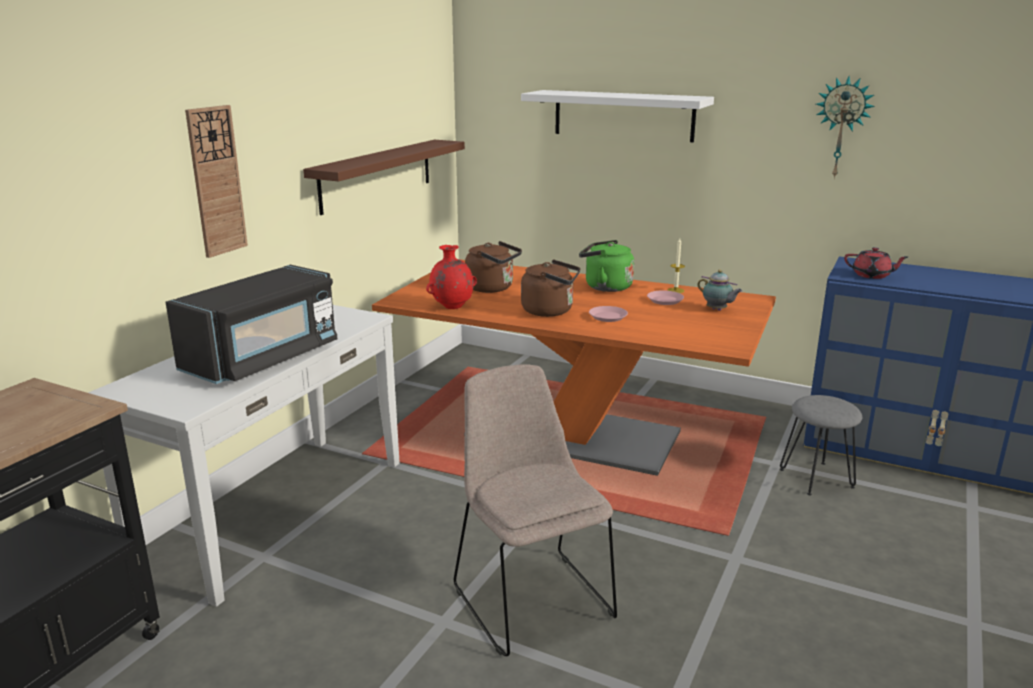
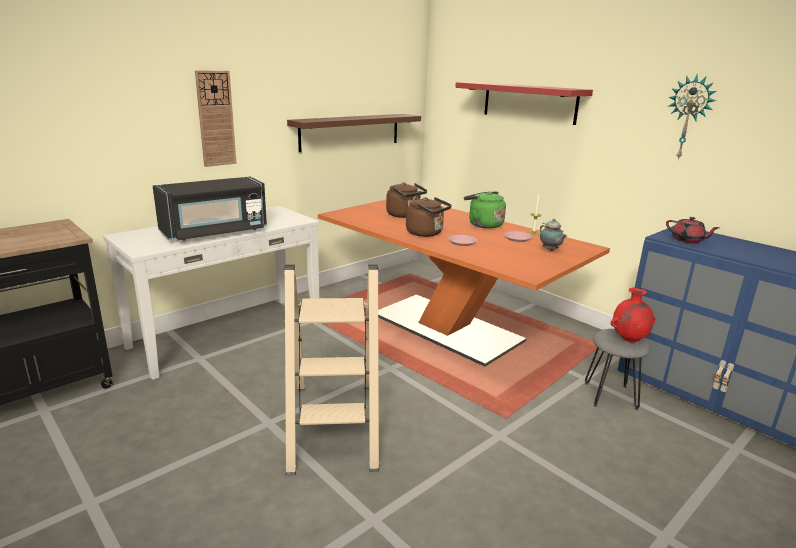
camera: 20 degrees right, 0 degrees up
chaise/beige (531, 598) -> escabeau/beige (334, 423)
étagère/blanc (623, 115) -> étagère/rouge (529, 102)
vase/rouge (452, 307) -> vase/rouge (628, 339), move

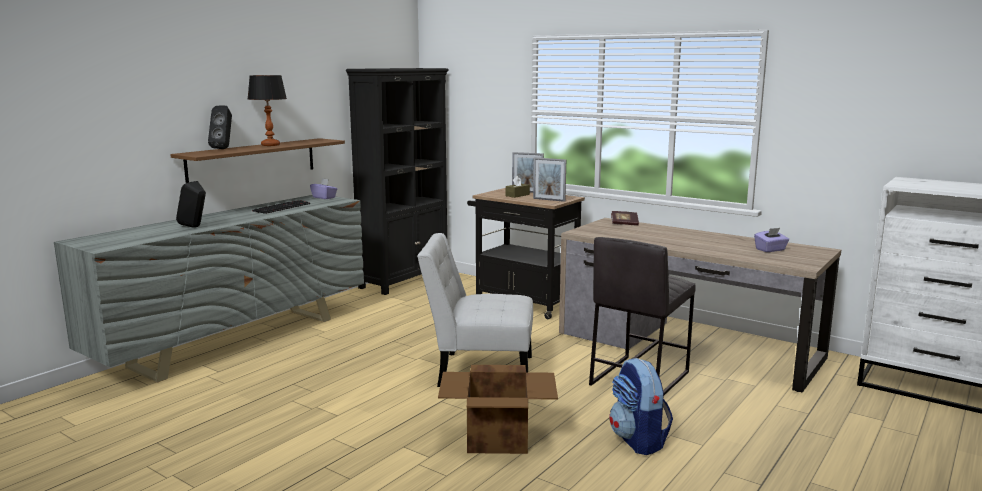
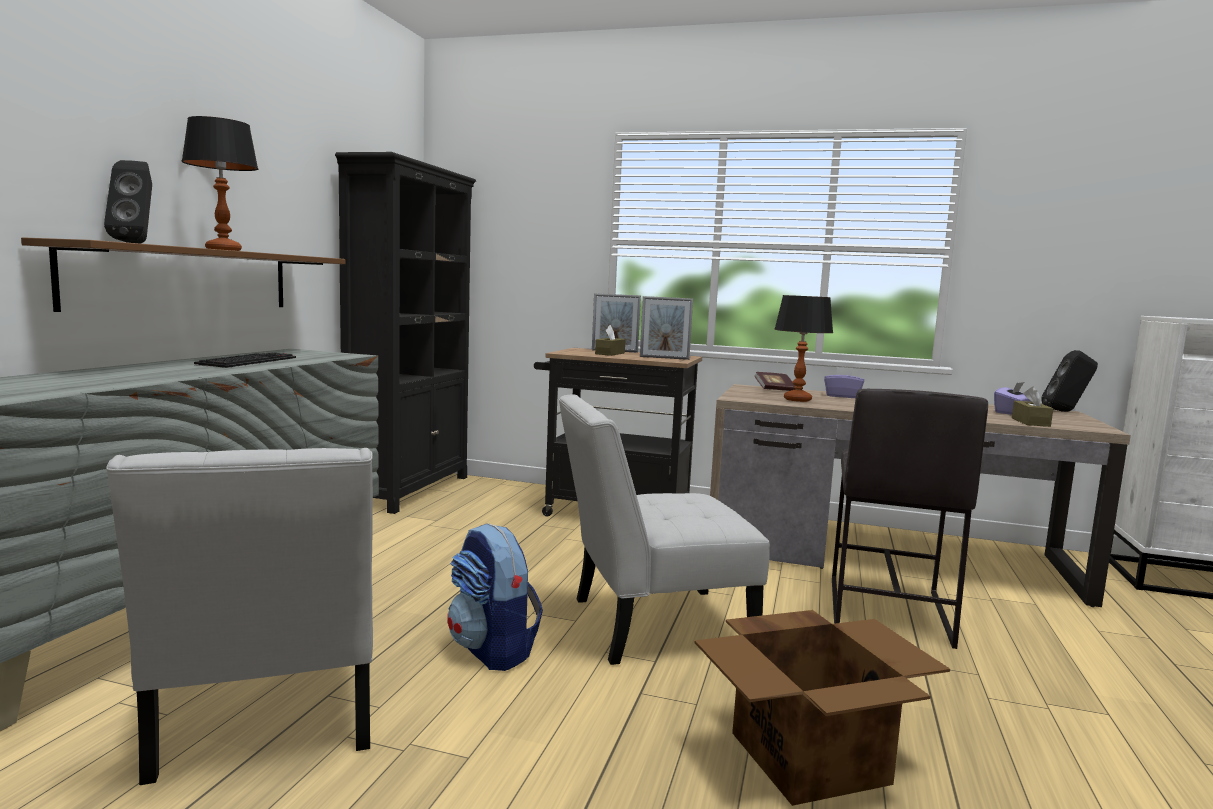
camera: 20 degrees left, 5 degrees down
none -> chaise/blanc (266, 719)
sac à dos (638, 440) -> sac à dos (493, 650), move
none -> lampe de table (797, 399)
boîte à mouchoirs/violet (324, 197) -> boîte à mouchoirs/violet (842, 396), move
none -> boîte à mouchoirs/marron (1030, 422)
enceinte/noir (195, 227) -> enceinte/noir (1065, 411), move

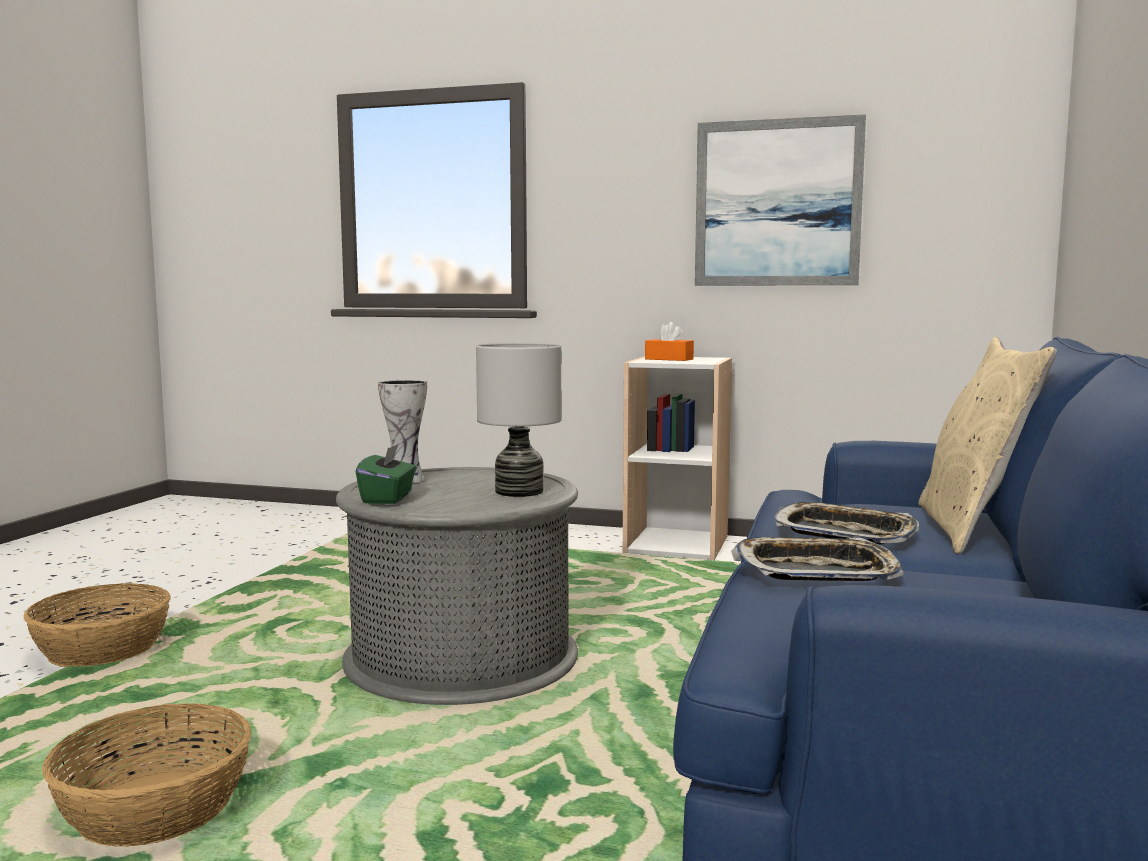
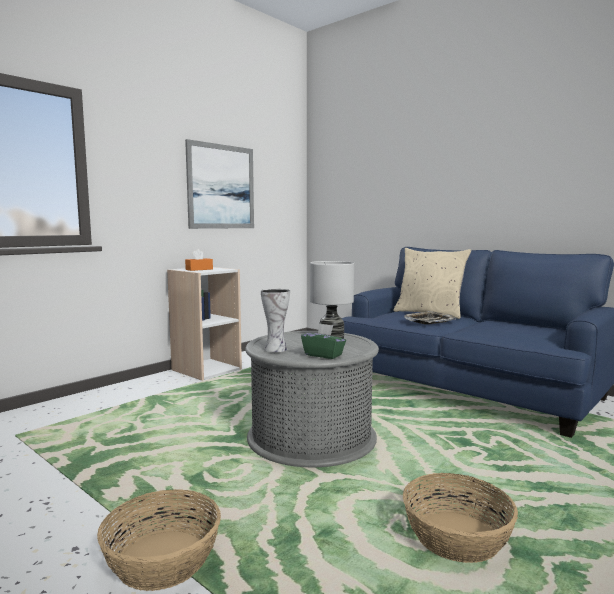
camera: 65 degrees left, 0 degrees up
plateau (816, 571) -> none

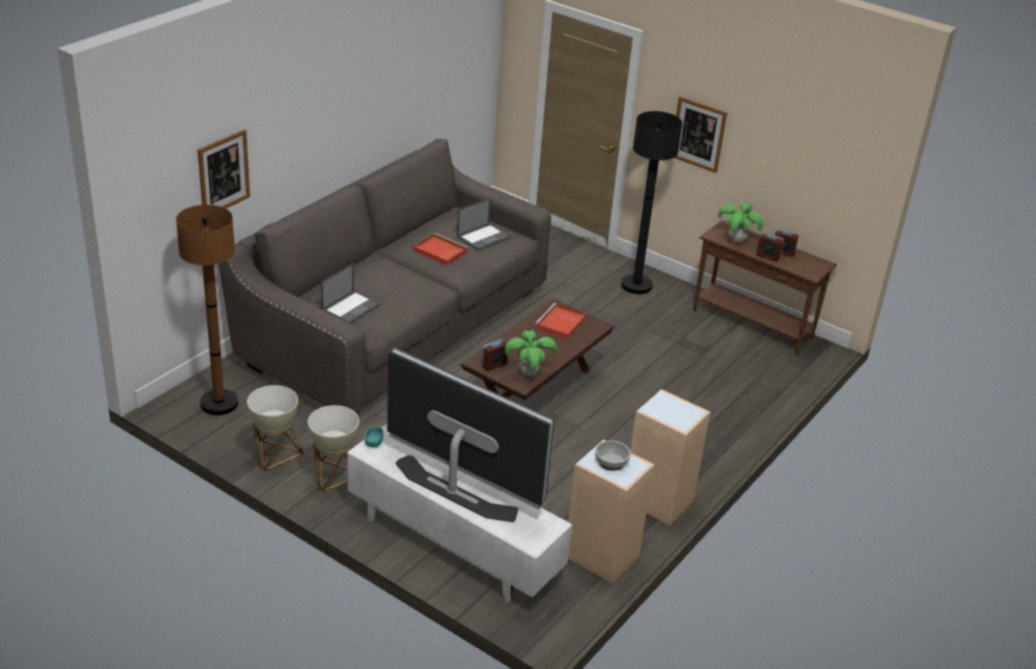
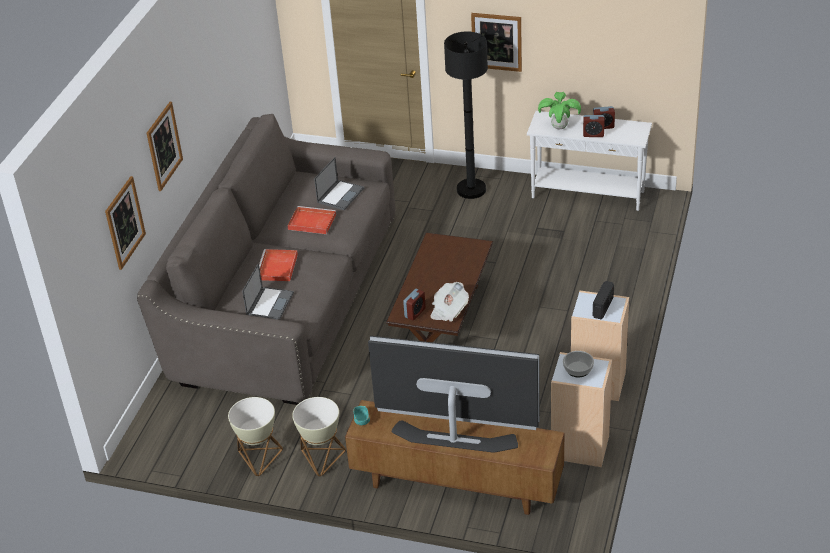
camera: 15 degrees left, 5 degrees up
none -> tableau (164, 146)
plateau/rouge (560, 323) -> plateau/rouge (277, 268), move
meuble télé/blanc (452, 544) -> meuble télé/marron (455, 482)
plante en pot (528, 373) -> journal (448, 310)
table console/marron (753, 325) -> table console/blanc (588, 194)
none -> radio (603, 307)
lampadaire/marron (219, 403) -> none

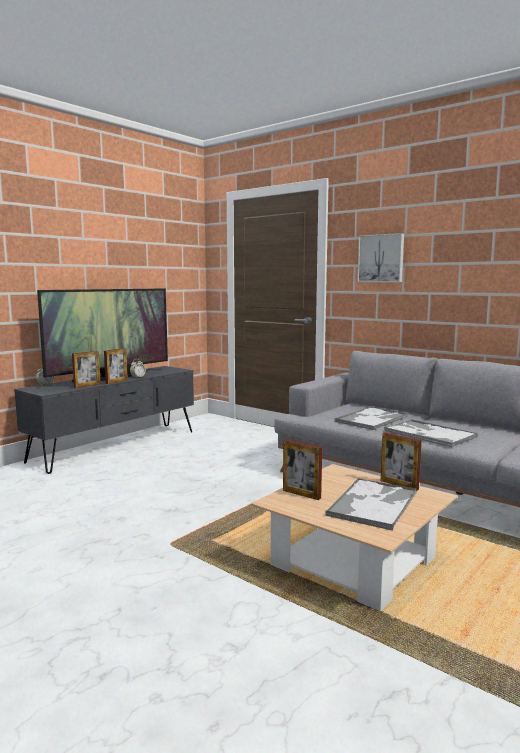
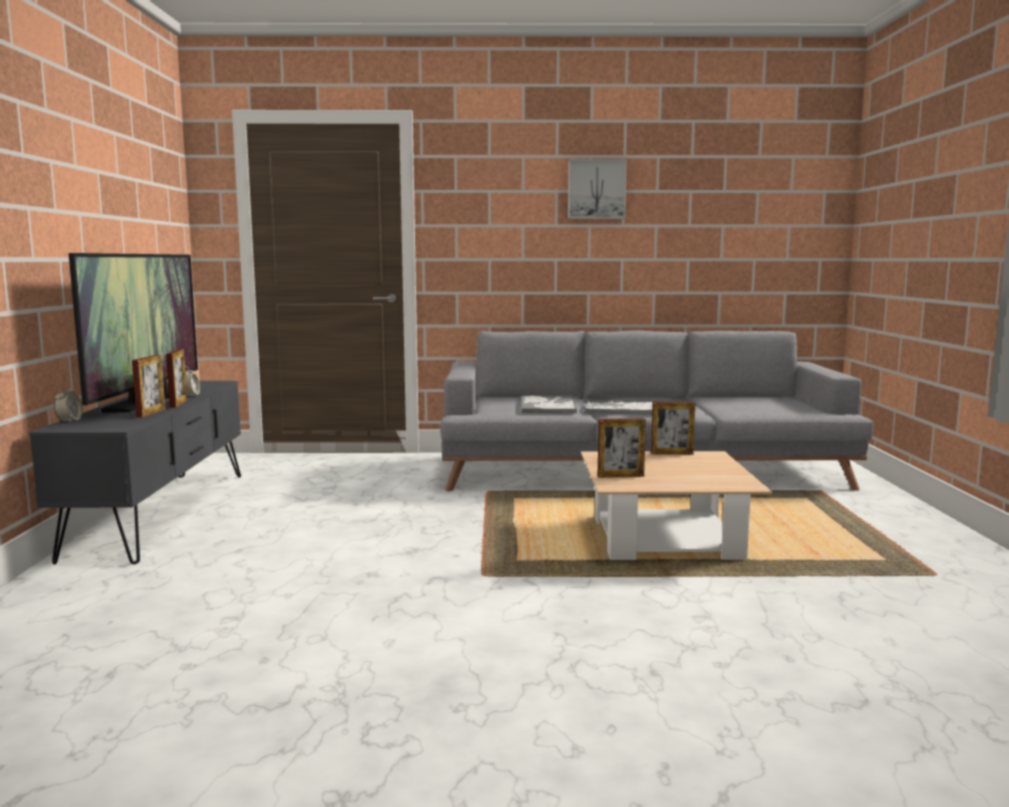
camera: 40 degrees left, 0 degrees up
tableau (381, 258) -> tableau (596, 189), move
plateau (373, 503) -> none

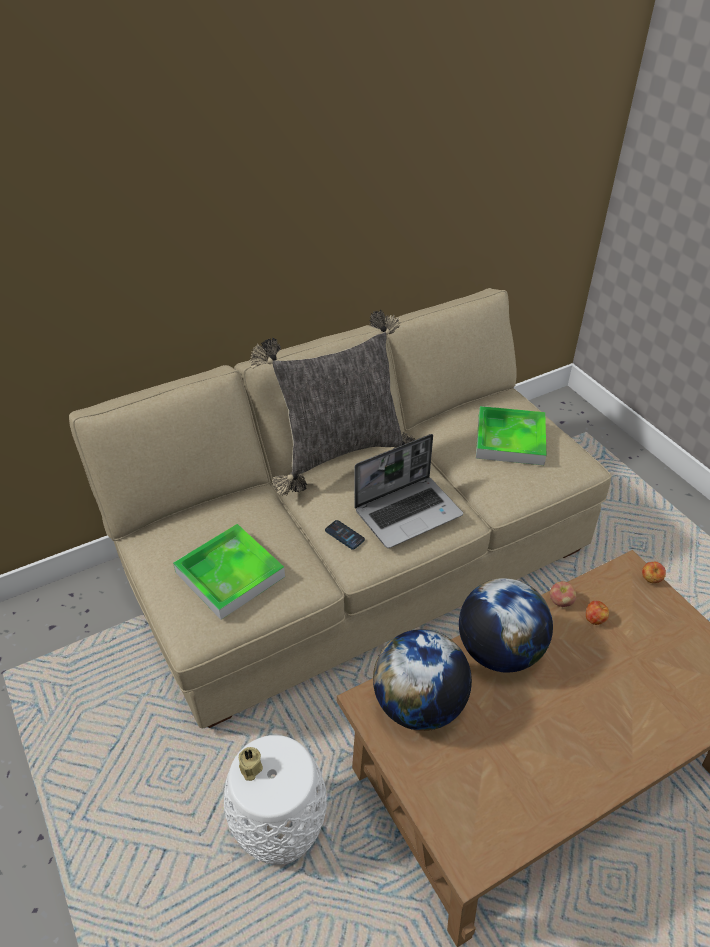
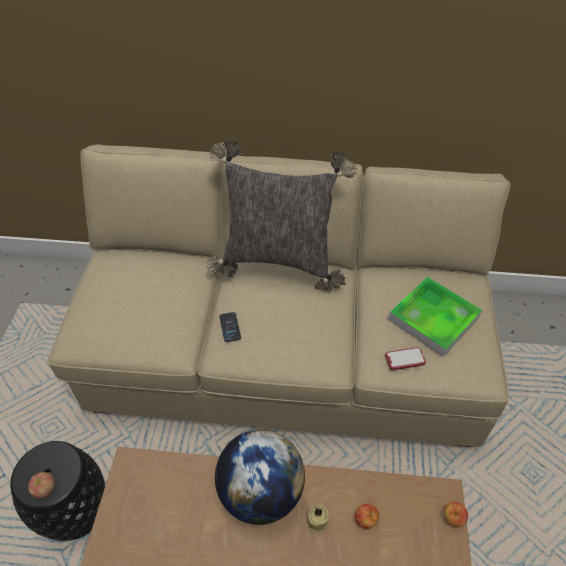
camera: 35 degrees right, 5 degrees up
tabouret/blanc (279, 827) -> tabouret/noir (75, 510)
pomme (561, 601) -> pomme (45, 489), move
bougie/beige (250, 768) -> bougie/beige (316, 521), move
none -> téléphone (405, 359)
plateau (230, 574) -> none
ordinateur portable (408, 512) -> none
globe (419, 705) -> none

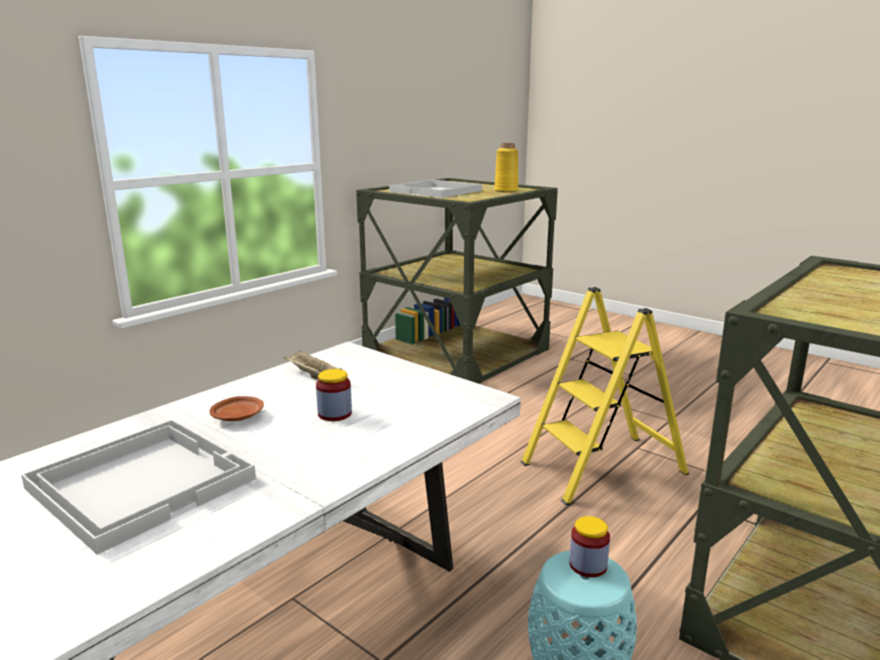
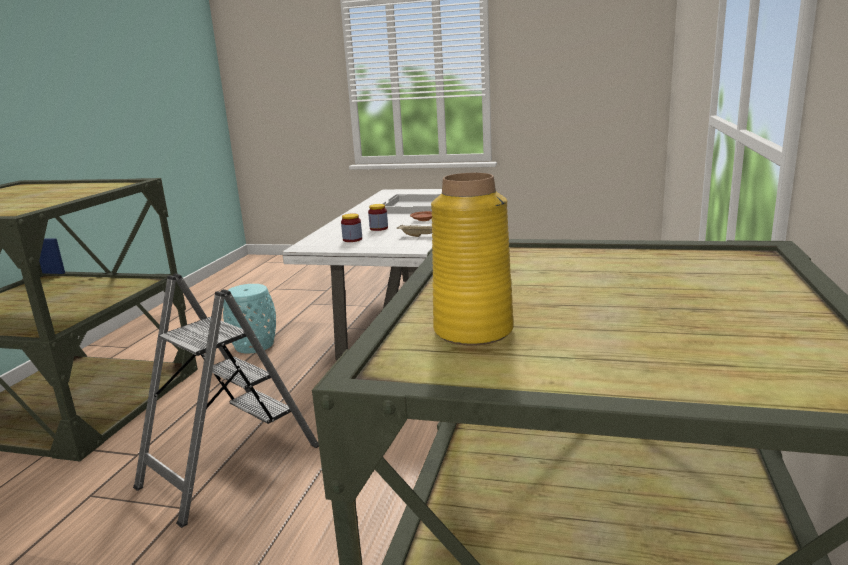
camera: 155 degrees right, 0 degrees up
escabeau/jaune (605, 467) -> escabeau/gris (228, 466)
bocal (588, 565) -> bocal (352, 239), move
plateau/blanc (437, 191) -> none

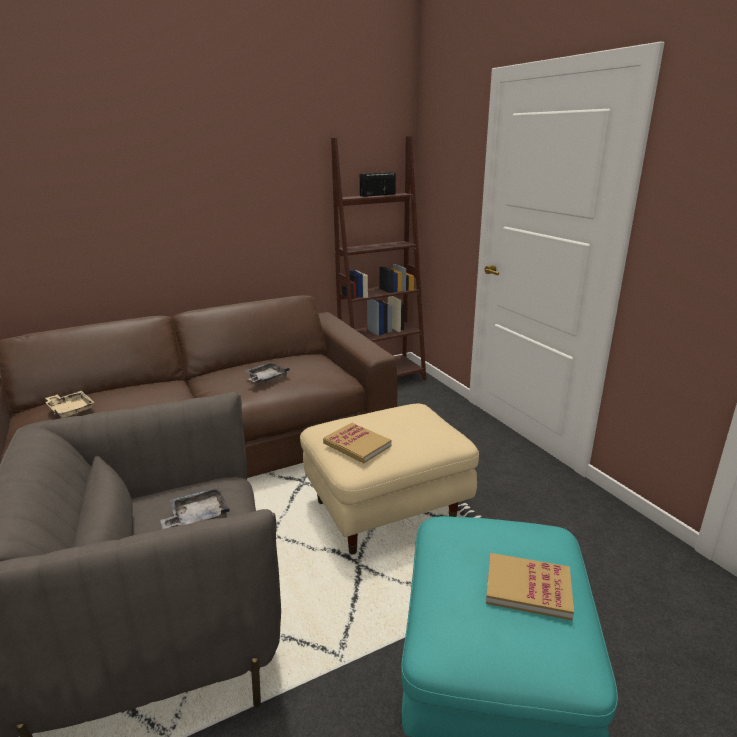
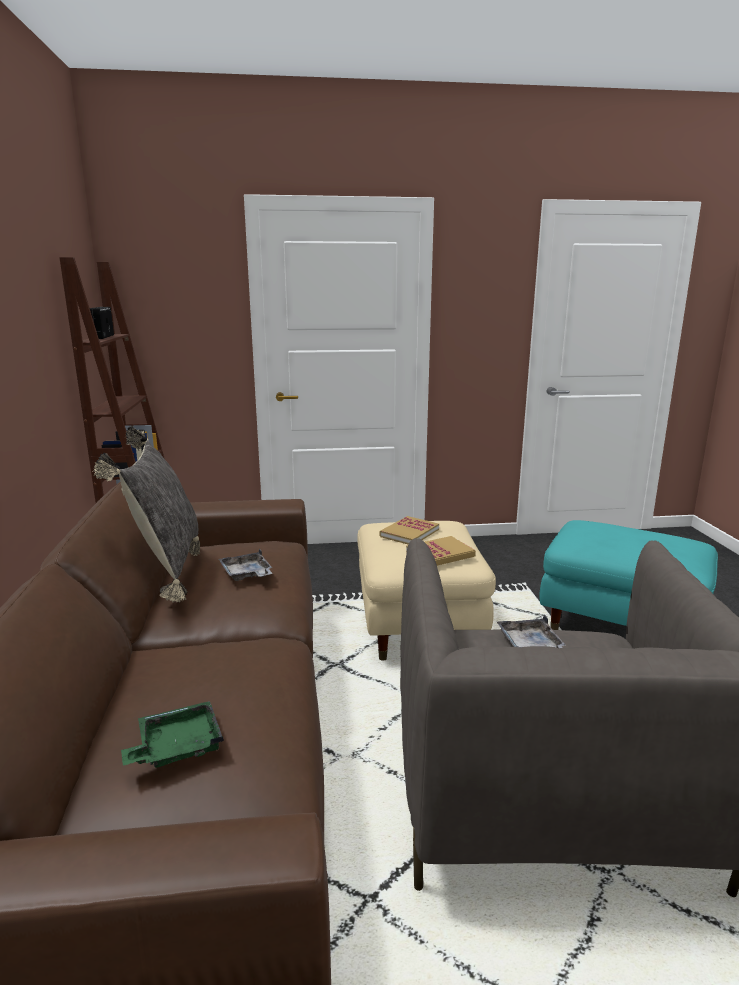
camera: 70 degrees left, 5 degrees down
none -> coussin (163, 579)
plateau/beige (70, 409) -> plateau/vert (177, 746)
livre (528, 588) -> livre (409, 533), move

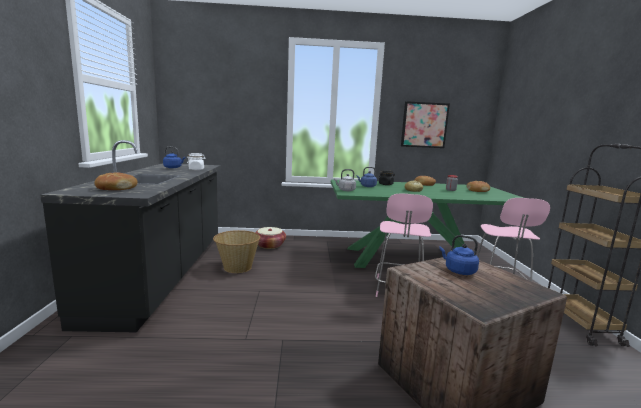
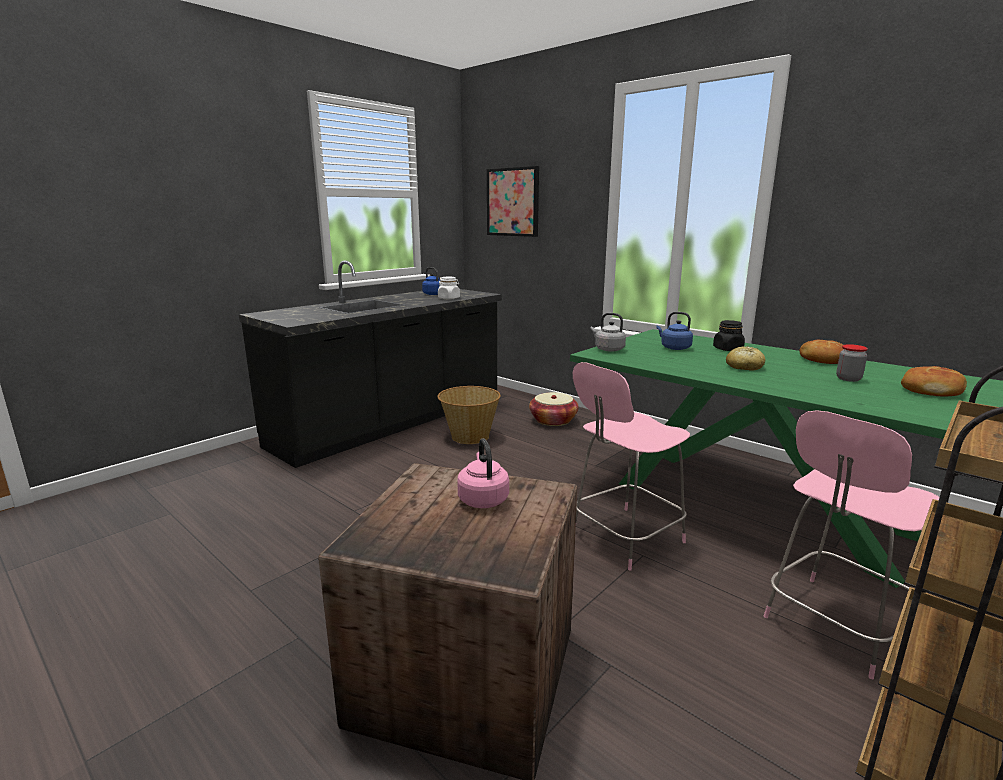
camera: 45 degrees right, 5 degrees up
bouilloire/bleu (458, 271) -> bouilloire/rose (482, 499)
tableau (424, 125) -> tableau (513, 202), move
pain (116, 188) -> none

